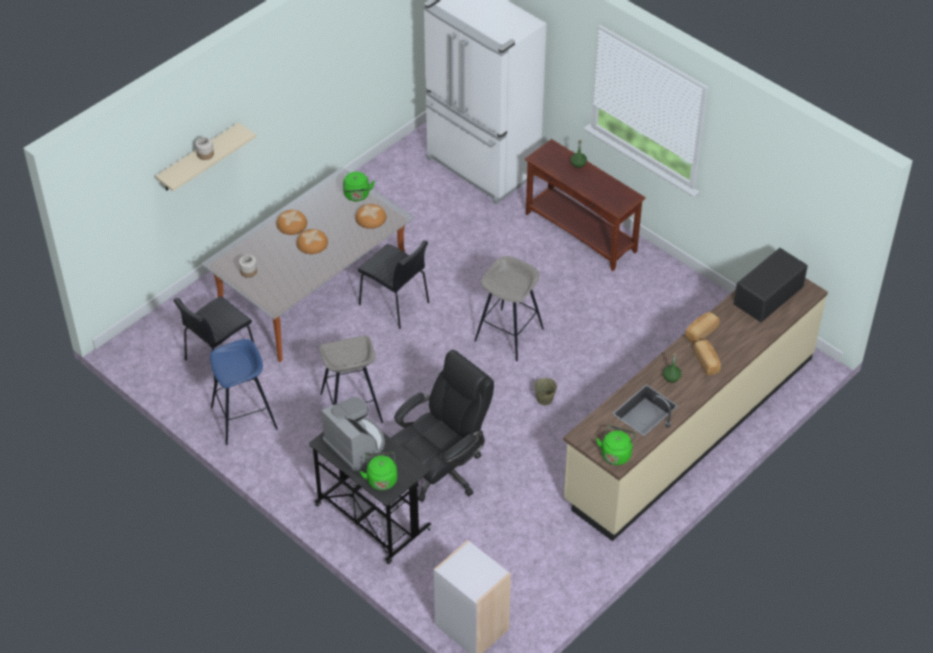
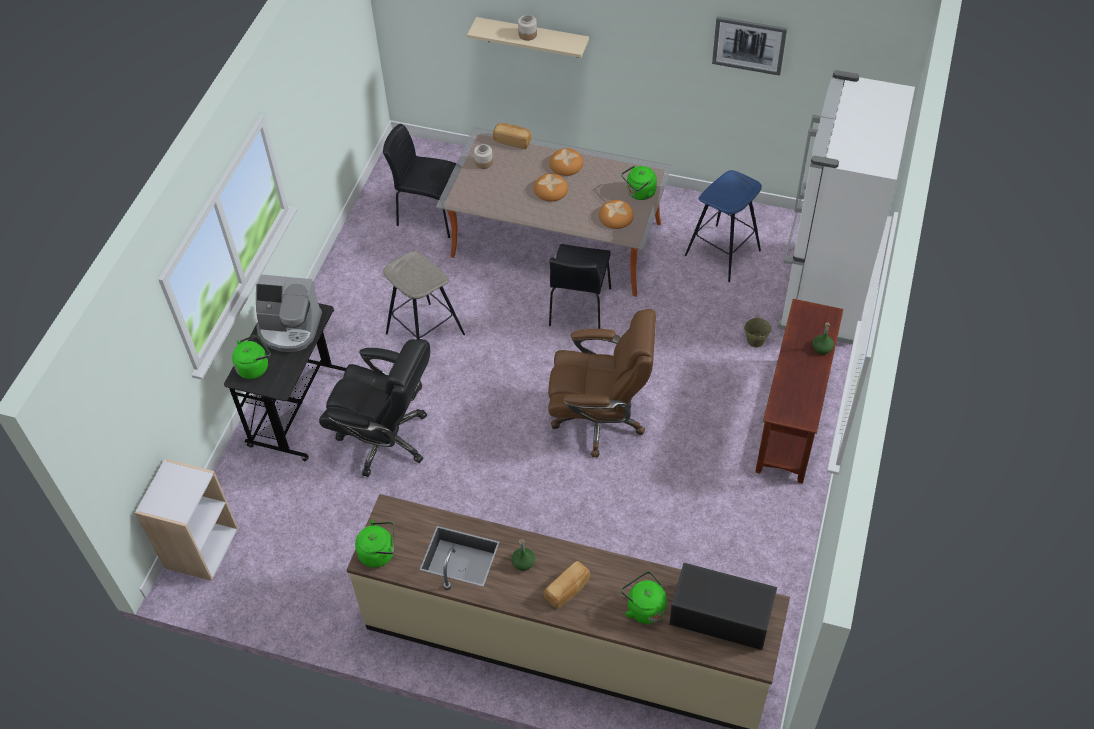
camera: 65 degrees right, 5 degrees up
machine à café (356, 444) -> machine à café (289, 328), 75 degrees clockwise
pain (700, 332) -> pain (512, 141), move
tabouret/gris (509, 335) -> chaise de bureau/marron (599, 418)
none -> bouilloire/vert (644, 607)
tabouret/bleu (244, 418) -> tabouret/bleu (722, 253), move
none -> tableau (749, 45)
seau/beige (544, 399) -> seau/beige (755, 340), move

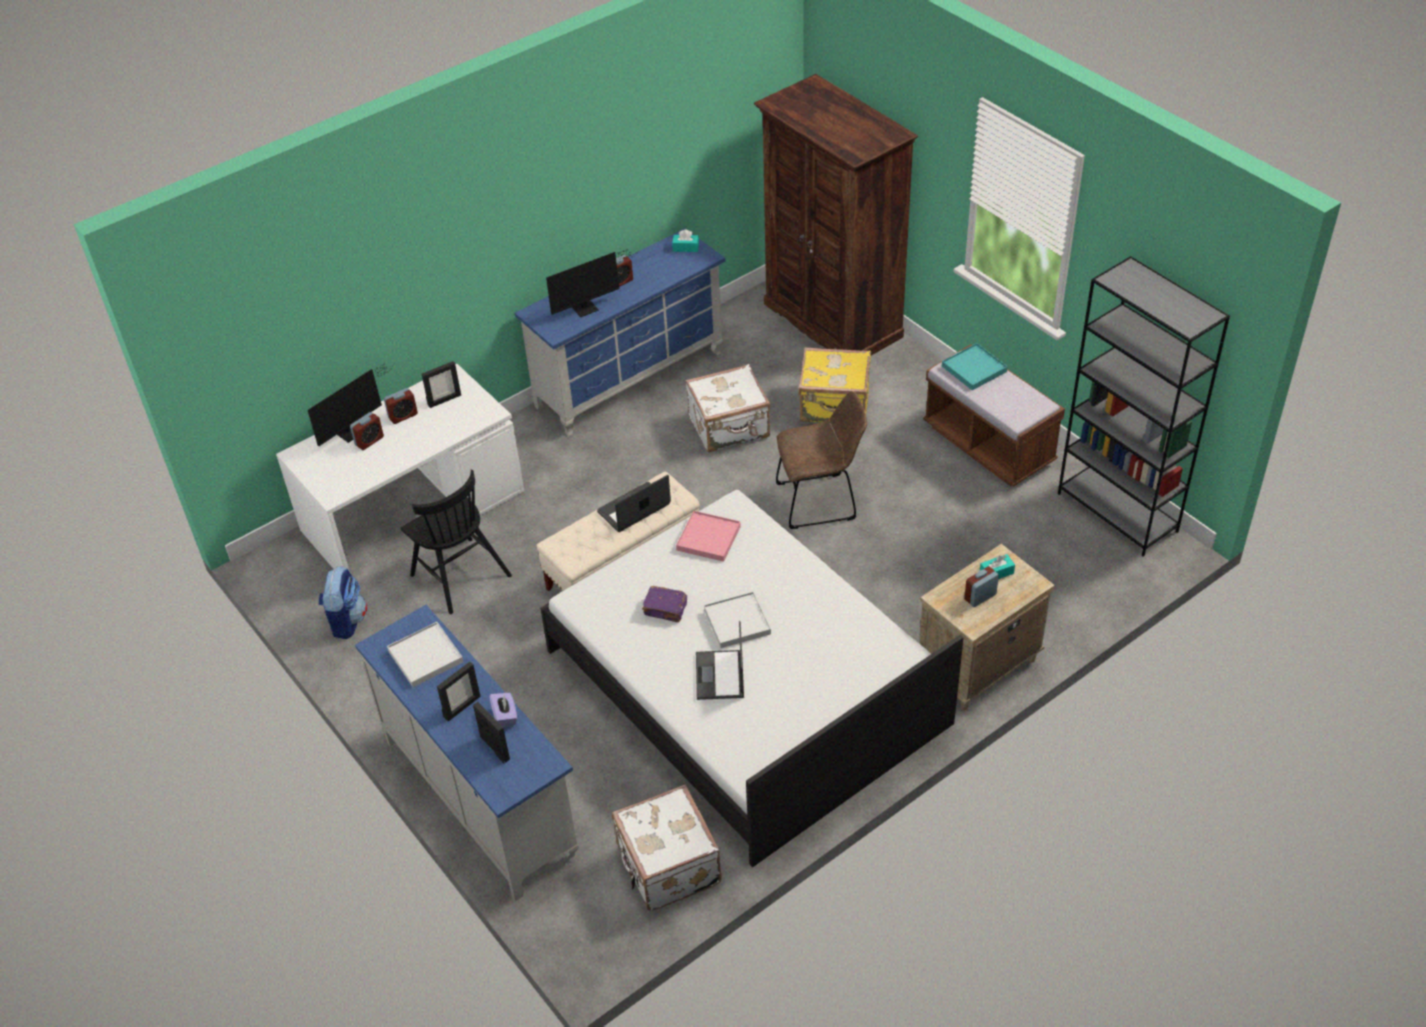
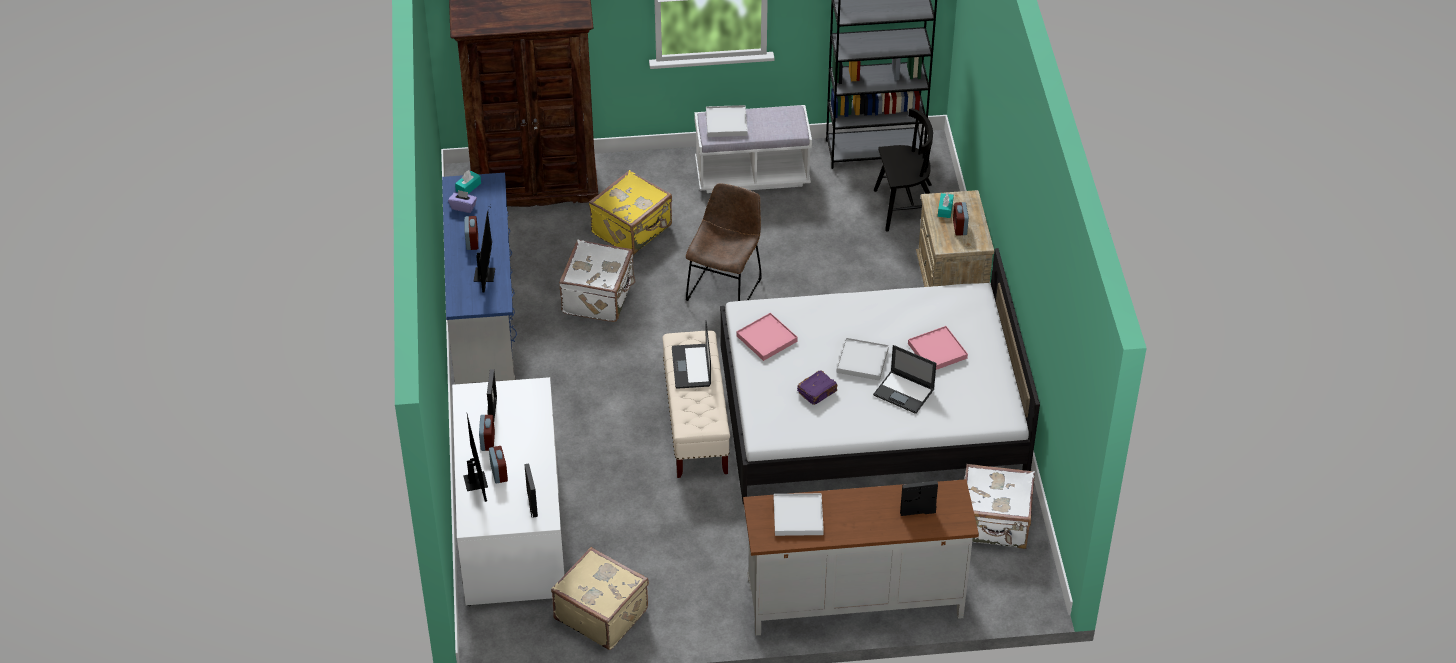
camera: 60 degrees left, 0 degrees up
boîte à mouchoirs/violet (505, 716) -> boîte à mouchoirs/violet (463, 207), move
cadre photo (462, 707) -> cadre photo (531, 504), move
sac à dos (346, 621) -> valise/beige (601, 613)
banc/marron (988, 445) -> banc/blanc (752, 175)
plateau/turquoise (974, 369) -> plateau/blanc (726, 123)
commode/bleu (481, 796) -> commode/marron (853, 600)
chaise/noir (457, 572) -> chaise/noir (904, 207), move
none -> plateau/rose (937, 351)

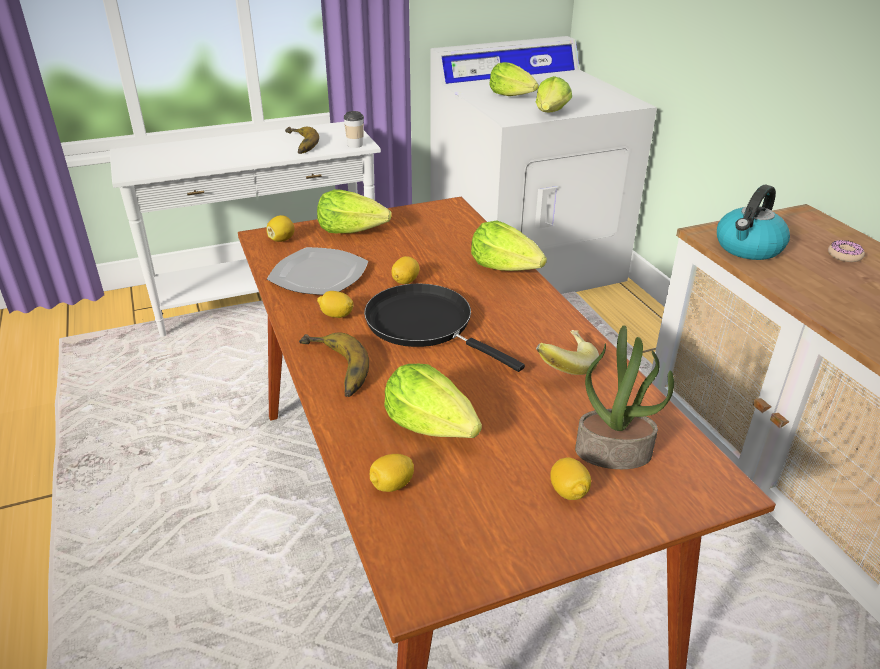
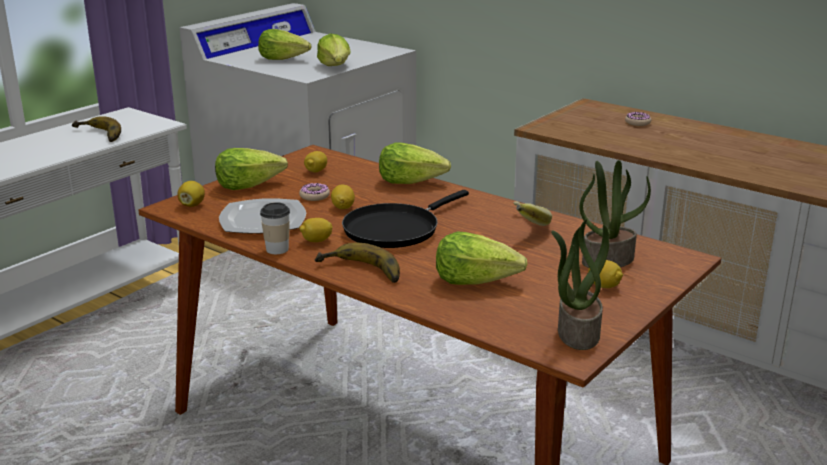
camera: 30 degrees left, 10 degrees down
tasse (355, 145) -> tasse (277, 249), move
none -> beignet (314, 196)
citron (391, 485) -> citron (316, 171), move
poêle/noir (425, 325) -> poêle/noir (395, 229), 60 degrees counterclockwise
none -> plante en pot (577, 332)
bouilloire (748, 248) -> none

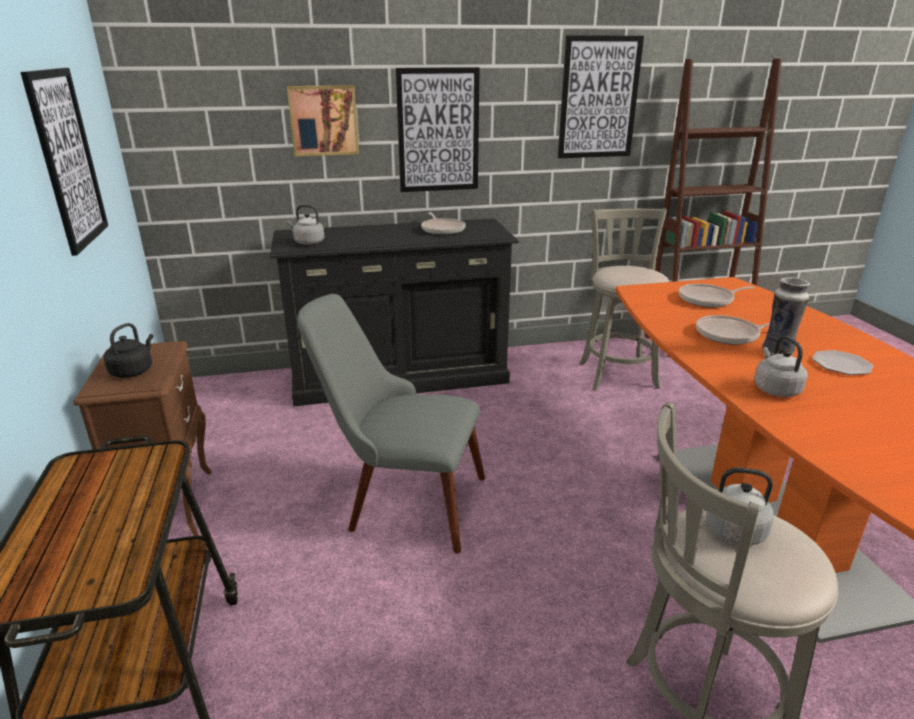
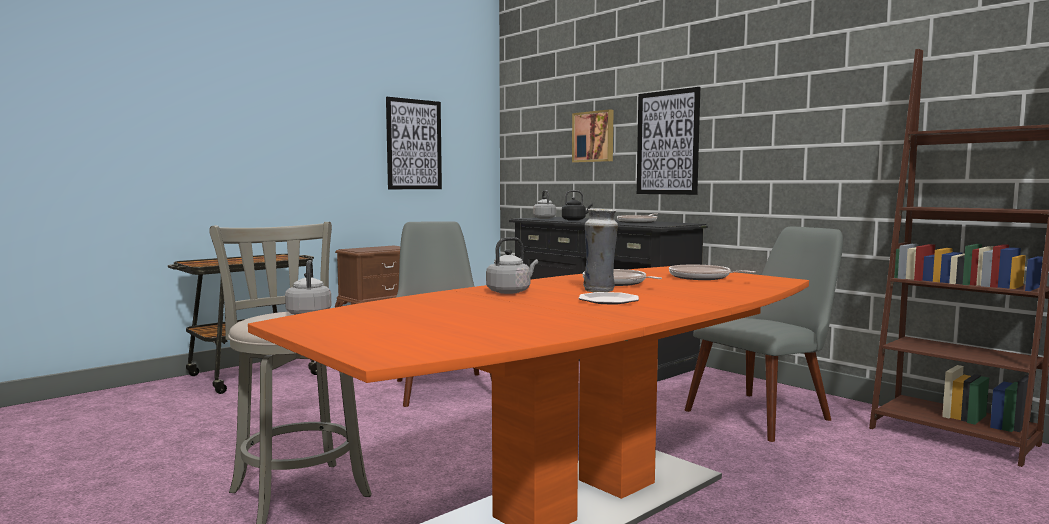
camera: 60 degrees right, 20 degrees down
bouilloire/noir (133, 371) -> bouilloire/noir (575, 220), move
tabouret/gris (617, 373) -> chaise/gris (768, 411)
tableau (598, 98) -> none

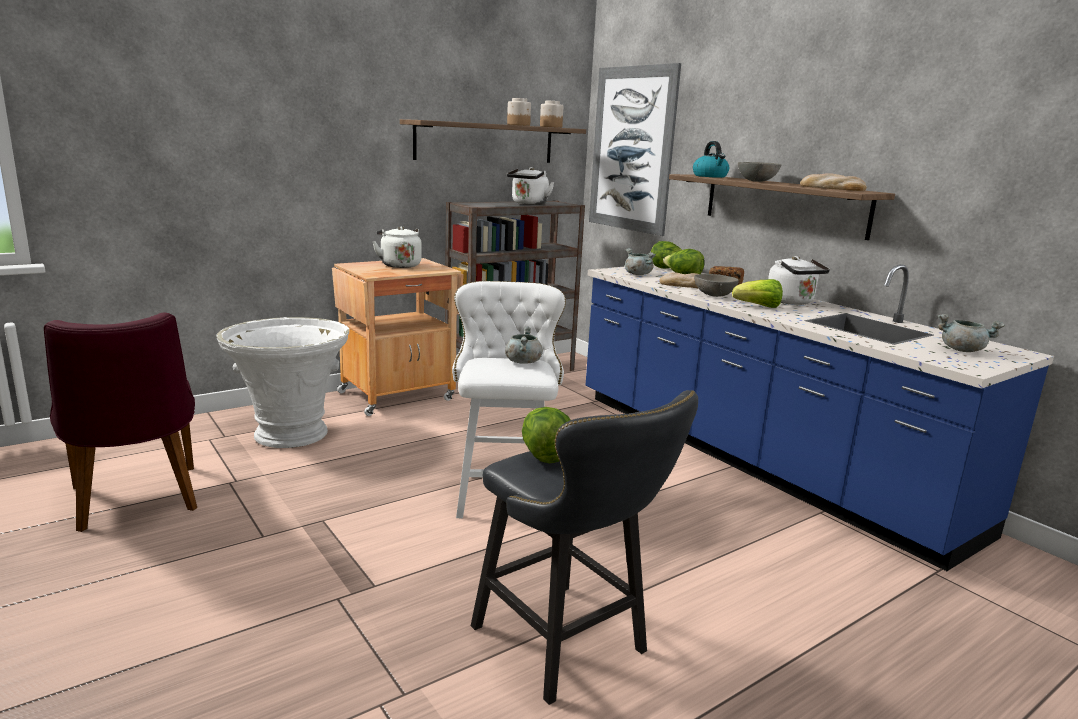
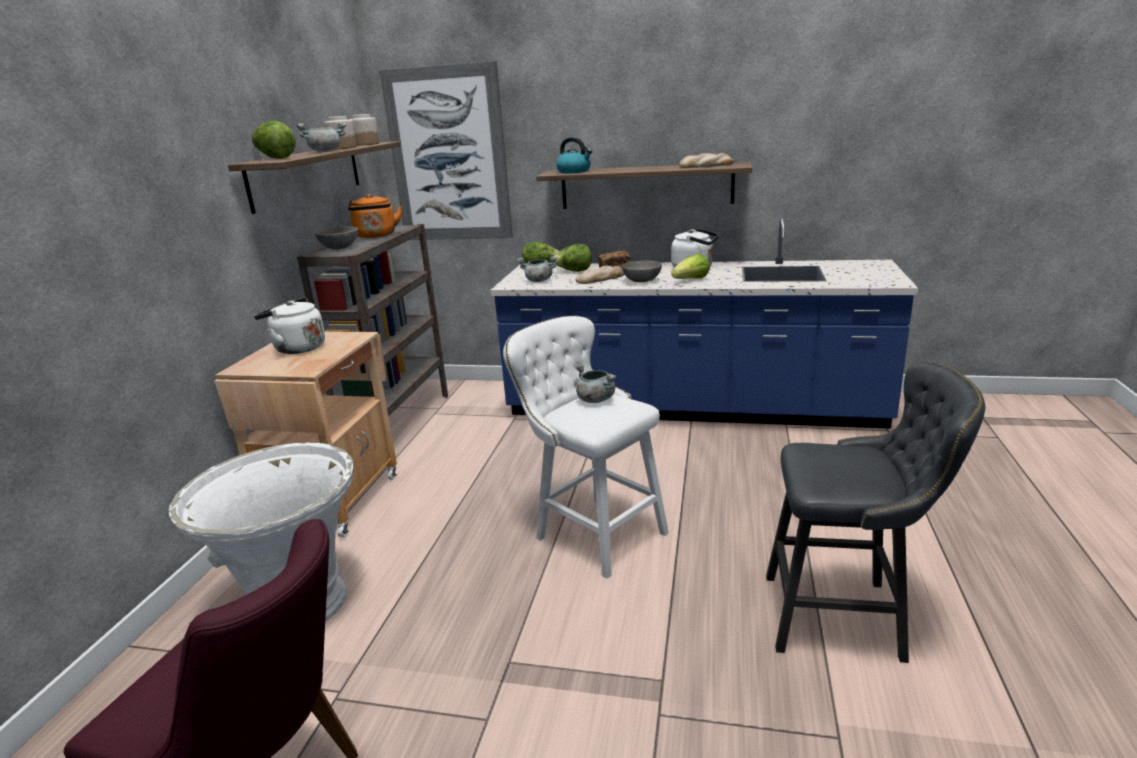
camera: 40 degrees left, 5 degrees up
laitue (545, 455) -> laitue (276, 158), move
marmite/gris (962, 350) -> marmite/gris (326, 151), move
bol/gris (757, 181) -> bol/gris (340, 248), move
bouilloire/blanc (528, 204) -> bouilloire/orange (376, 236)

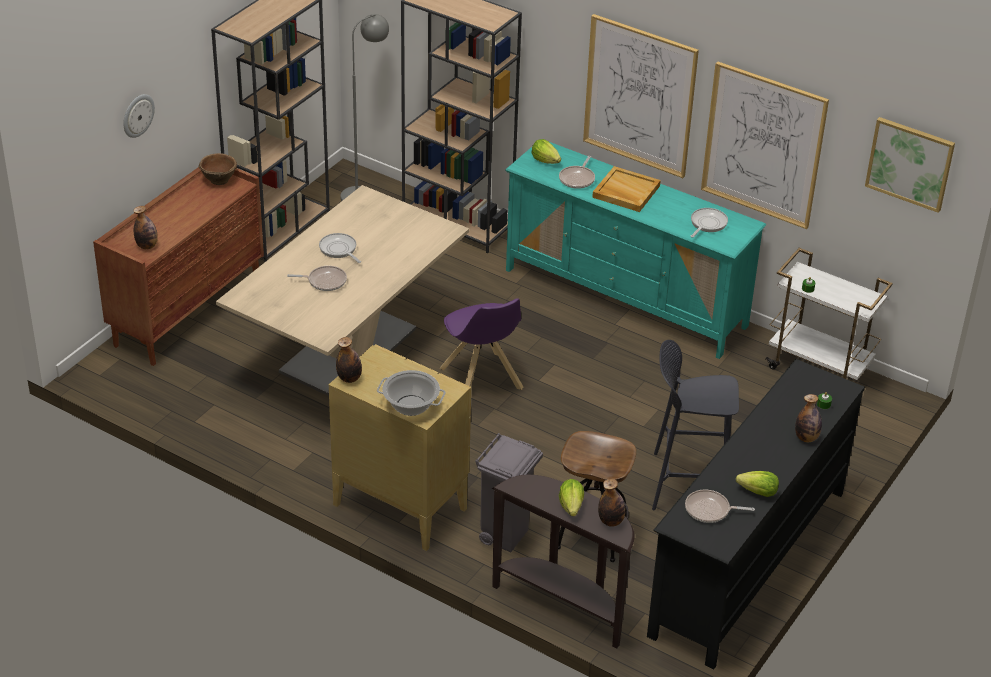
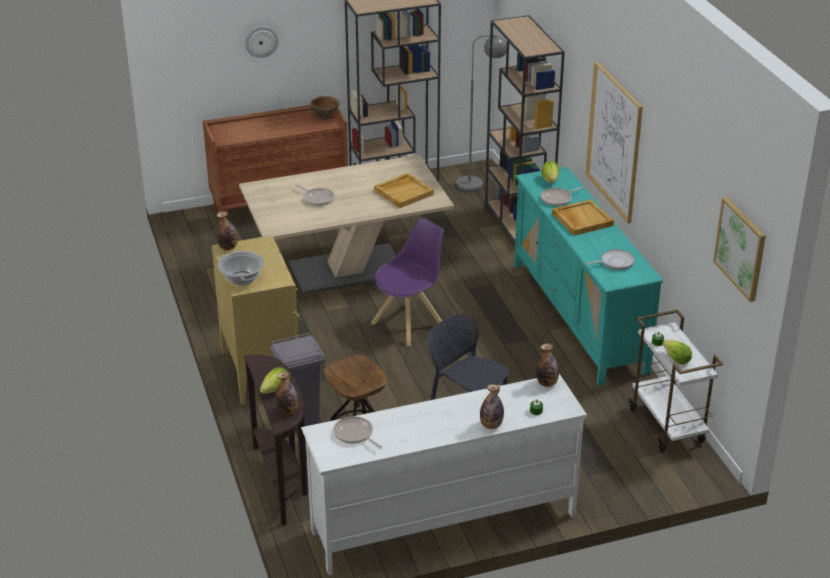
camera: 40 degrees right, 5 degrees down
commode/noir (747, 562) -> commode/blanc (443, 523)
chaise/violet (481, 380) -> chaise/violet (409, 323), 150 degrees counterclockwise
none -> plateau/beige (404, 192)
bouteille (147, 246) -> bouteille (547, 383), move
laitue (758, 492) -> laitue (676, 359), move
poêle (339, 249) -> none
tableau (763, 145) -> none

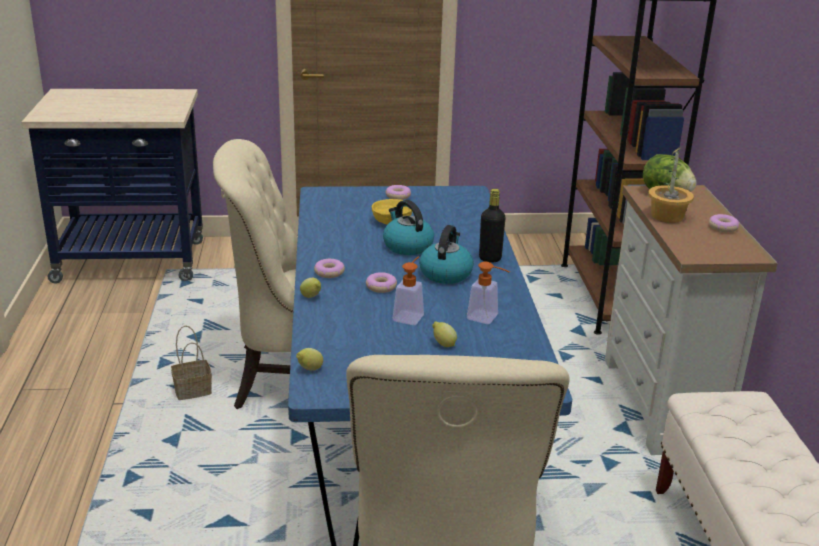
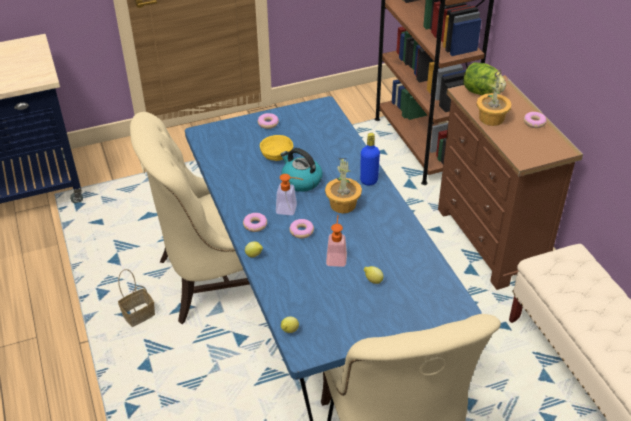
camera: 15 degrees left, 15 degrees up
distributeur de savon (487, 318) -> distributeur de savon (290, 210), move
bouilloire (445, 273) -> plante en pot (343, 205)
bouteille/noir (490, 258) -> bouteille/bleu (369, 181)
commode/blanc (660, 405) -> commode/marron (489, 242)

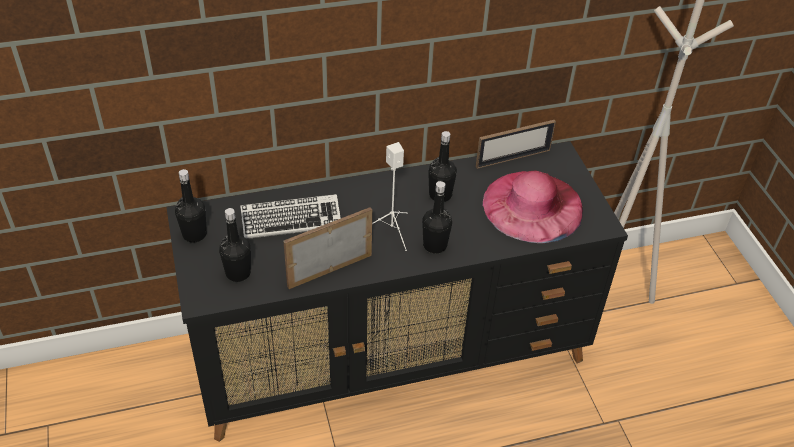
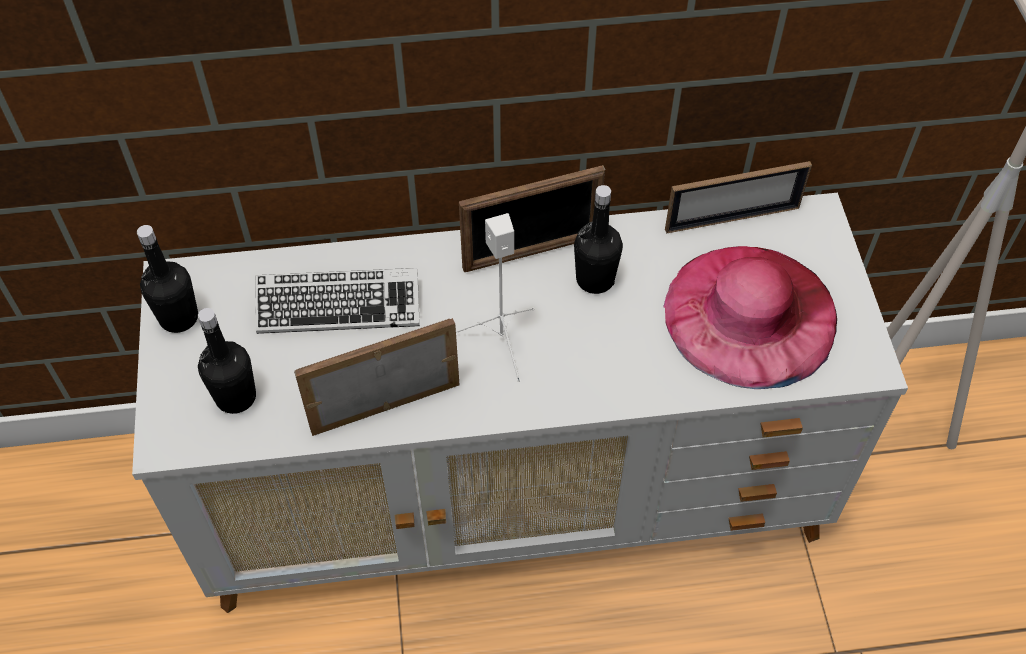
camera: 10 degrees right, 10 degrees up
commode/noir (390, 352) -> commode/blanc (513, 490)
none -> cadre photo (531, 253)
bouteille/noir (435, 245) -> none

